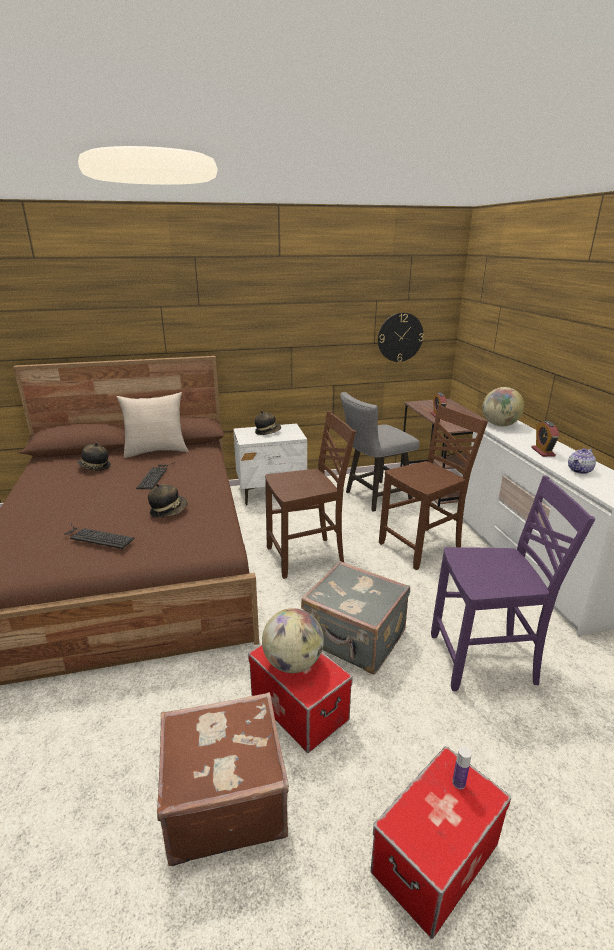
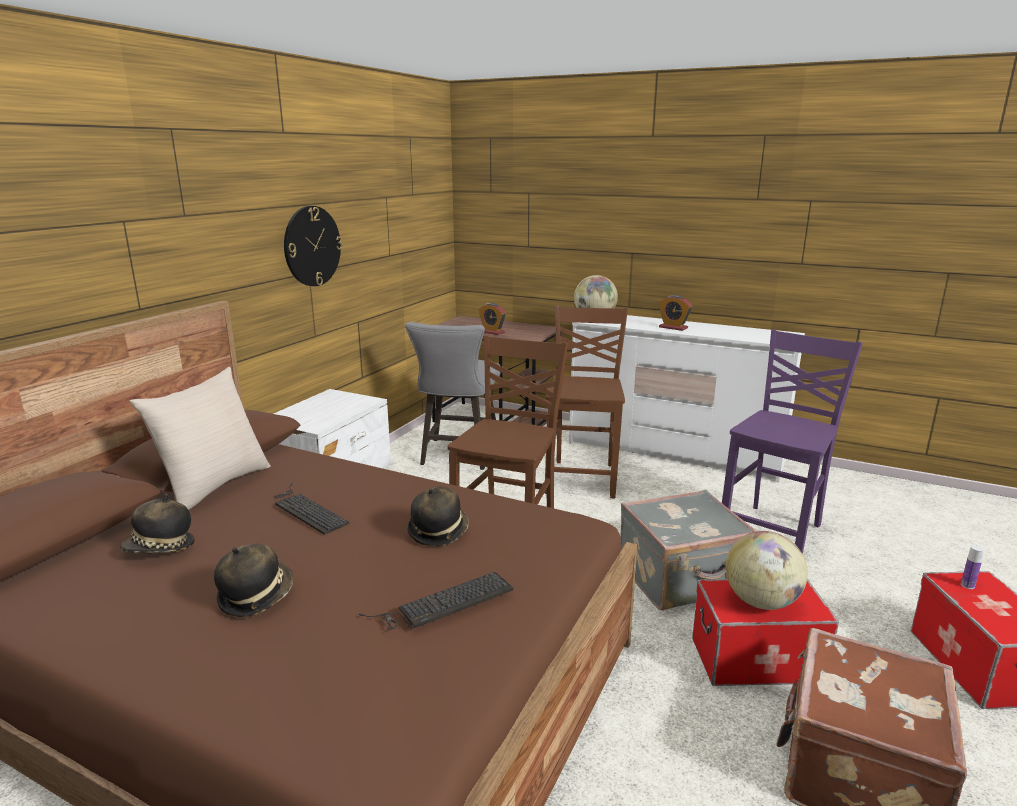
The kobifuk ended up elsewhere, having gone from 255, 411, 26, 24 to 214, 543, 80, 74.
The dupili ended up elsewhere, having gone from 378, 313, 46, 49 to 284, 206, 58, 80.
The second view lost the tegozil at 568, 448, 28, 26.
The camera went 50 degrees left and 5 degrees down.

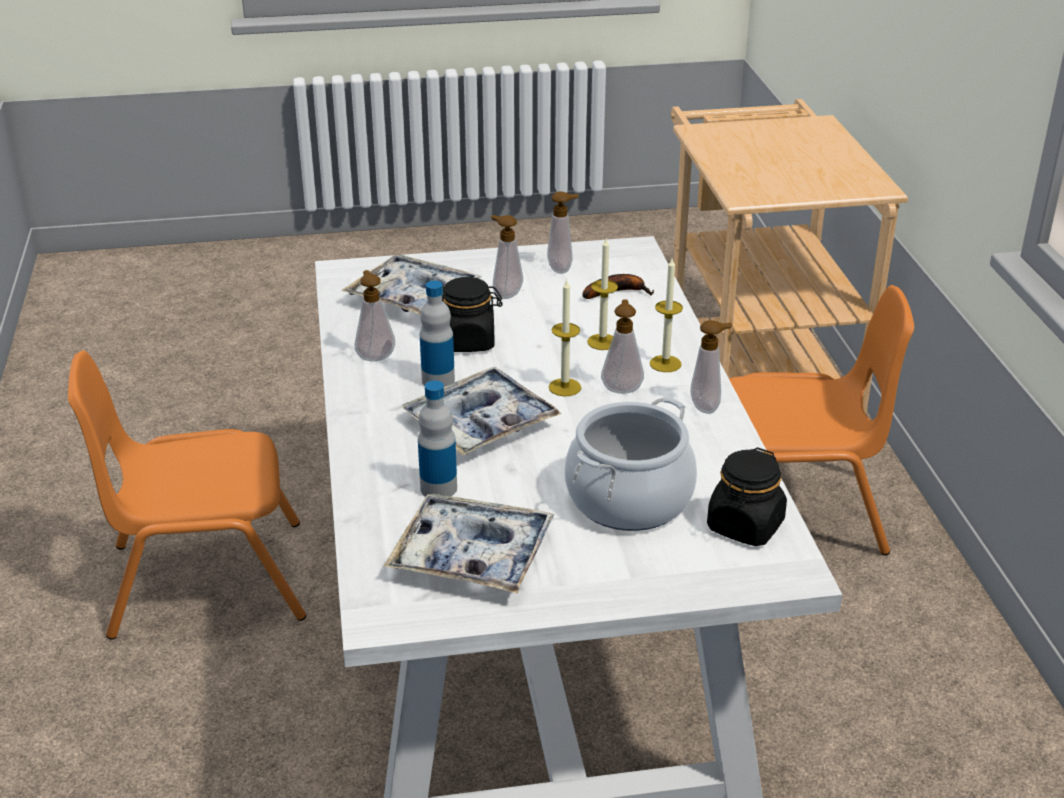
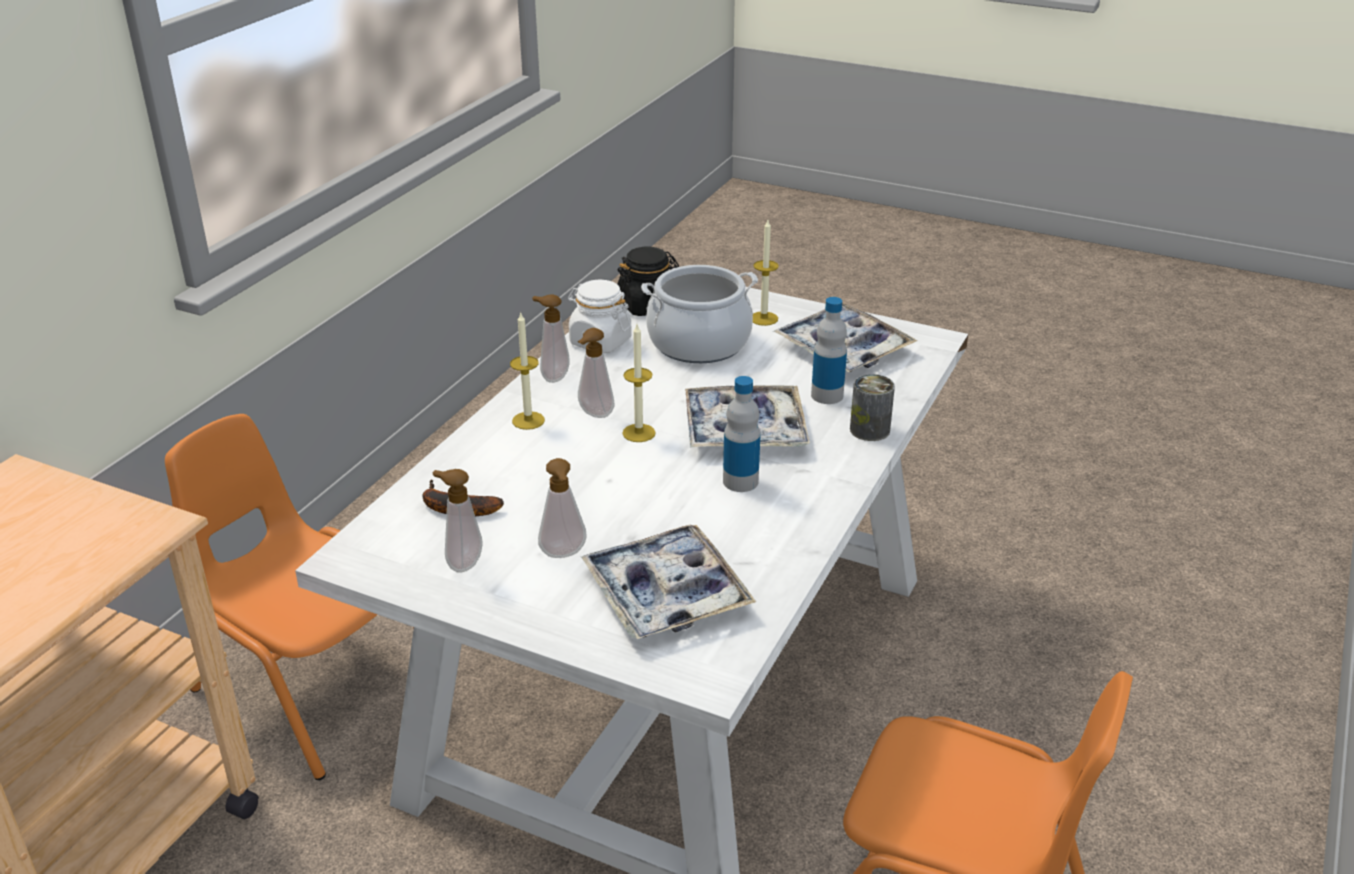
The second view lost the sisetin at 355, 270, 40, 91.
The second view lost the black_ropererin at 442, 277, 61, 75.
The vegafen ended up elsewhere, having gone from 587, 238, 31, 112 to 753, 220, 26, 106.
The second view gained the white_ropererin at 568, 280, 63, 73.
The second view gained the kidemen at 850, 374, 45, 67.
The camera went 145 degrees left and 0 degrees up.

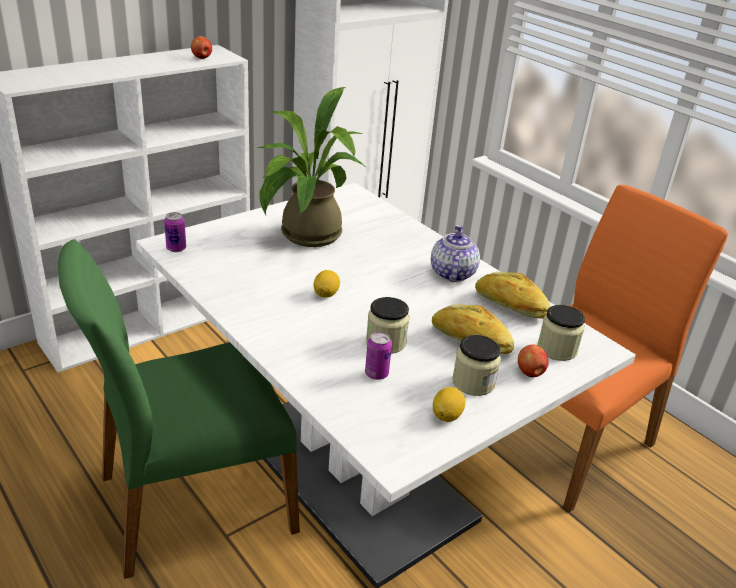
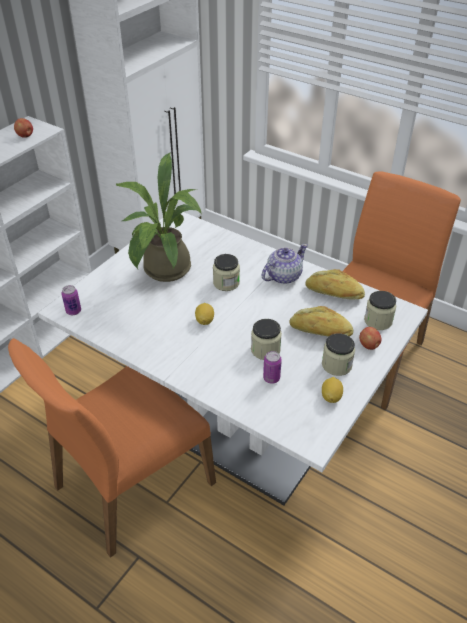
What was the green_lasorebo at 58, 239, 242, 340 turned into the orange_lasorebo at 8, 338, 208, 220.
The tegozil at 431, 225, 49, 57 ended up facing another way, 60 degrees clockwise from before.
The second view gained the ropererin at 213, 254, 27, 37.
The camera went 15 degrees left and 10 degrees up.

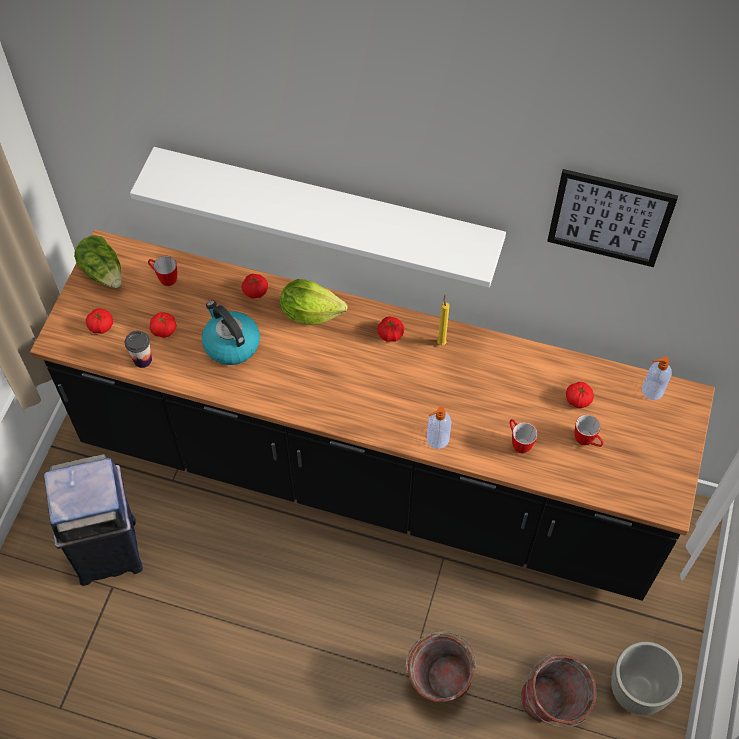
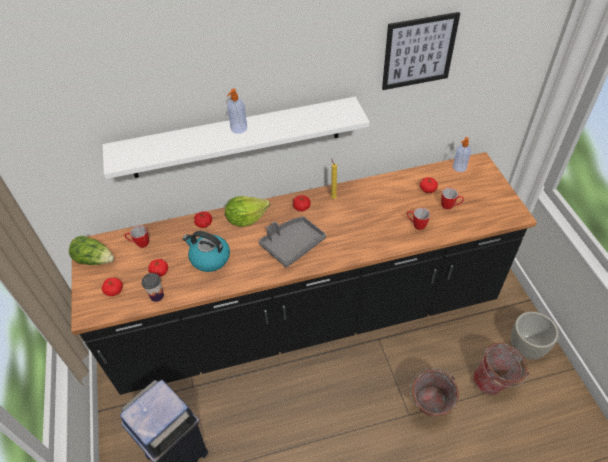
The sisetin ended up elsewhere, having gone from 427, 406, 24, 43 to 227, 88, 20, 46.
The second view gained the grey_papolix at 259, 217, 67, 51.
The camera went 30 degrees left and 10 degrees down.

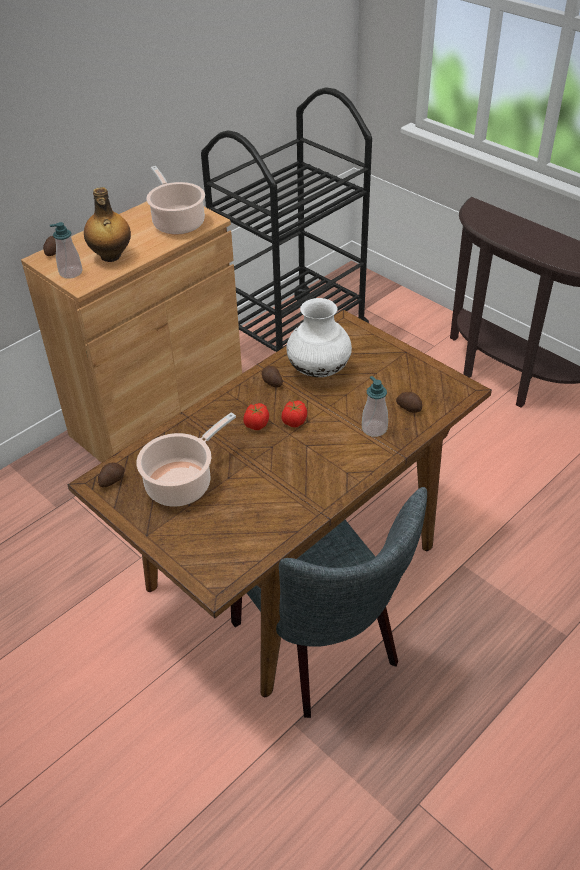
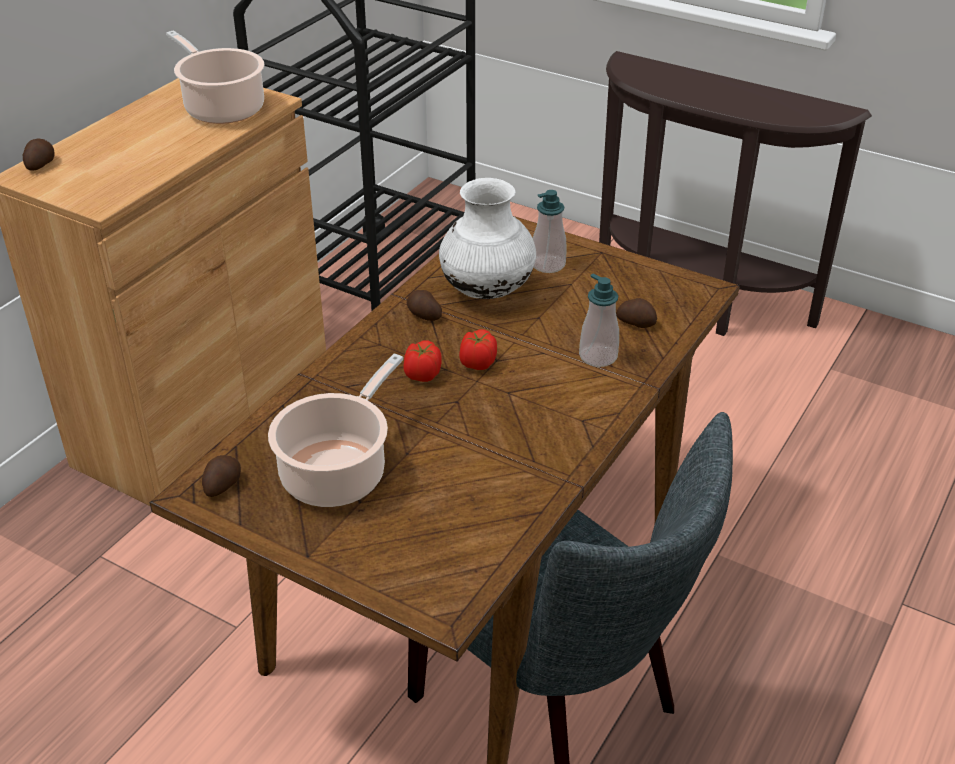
The sisetin ended up elsewhere, having gone from 50, 222, 32, 57 to 533, 190, 34, 83.
The second view lost the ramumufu at 84, 187, 47, 75.
The camera went 15 degrees left and 5 degrees down.

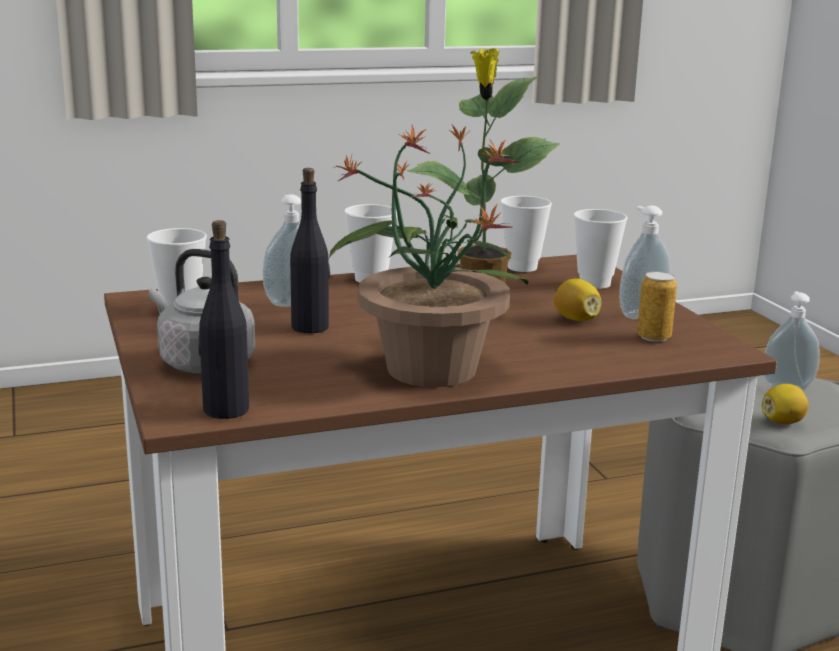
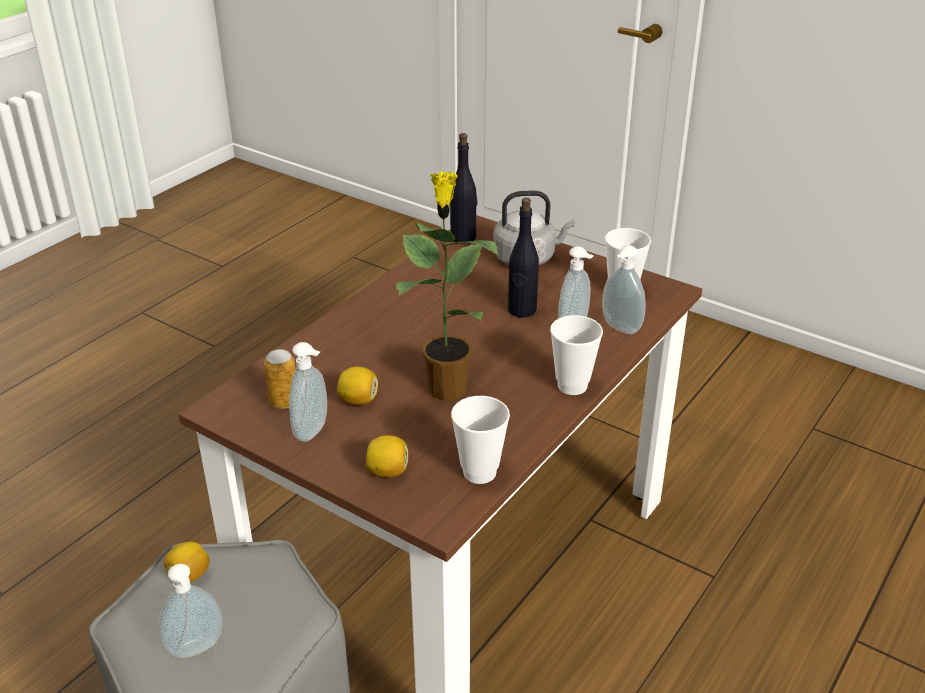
The second view lost the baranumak at 329, 125, 200, 262.
Where the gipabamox stood at 574, 209, 53, 80, the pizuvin came to stand at 366, 435, 42, 42.
The second view gained the sisetin at 602, 245, 44, 89.
The camera went 145 degrees right and 15 degrees up.

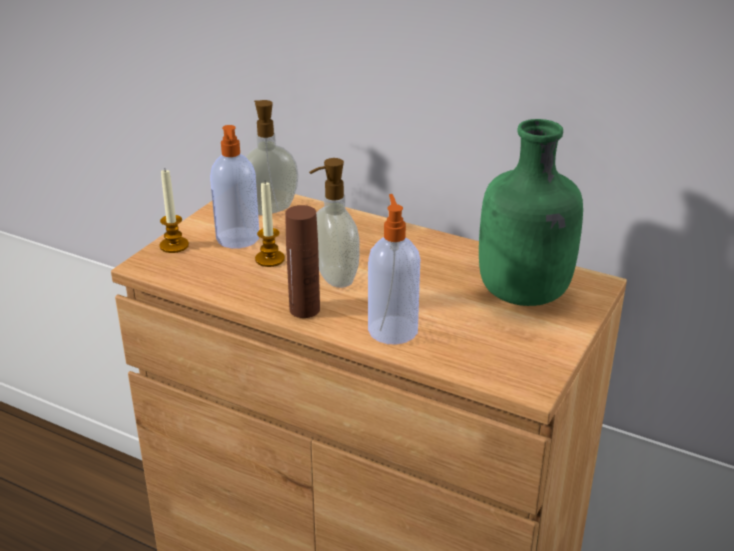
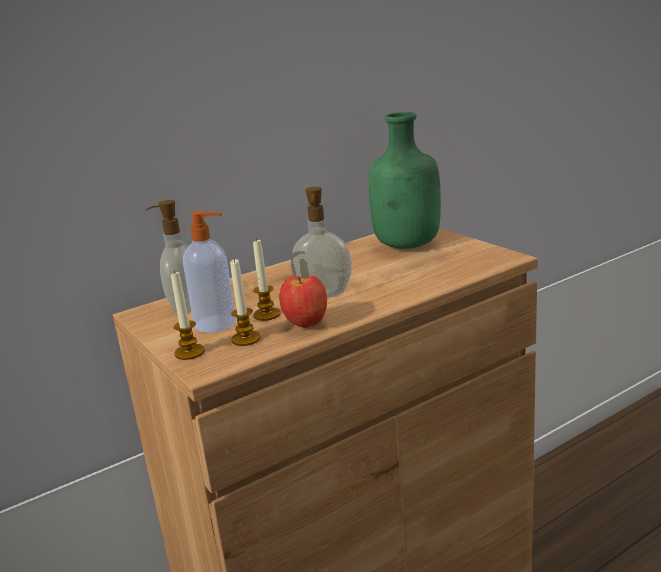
The second view lost the brown_ramumufu at 285, 205, 35, 113.
The second view lost the sisetin at 368, 194, 52, 151.
The second view gained the vegafen at 230, 259, 31, 87.
The second view gained the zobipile at 279, 276, 48, 52.
The camera went 60 degrees left and 10 degrees down.

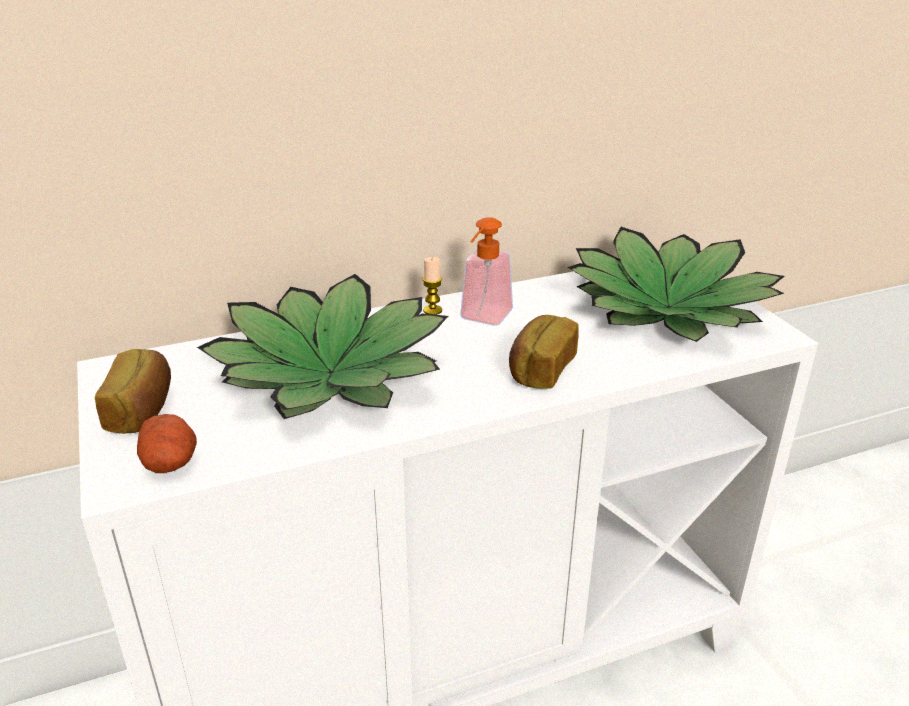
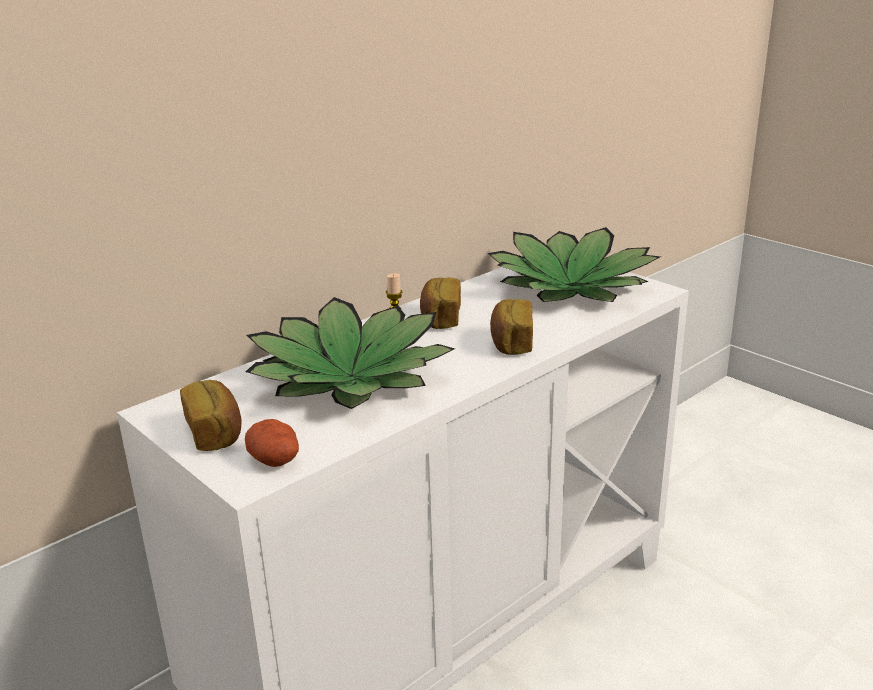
Where the sisetin stood at 460, 217, 53, 109, the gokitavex came to stand at 420, 277, 41, 52.
The camera went 20 degrees left and 5 degrees down.

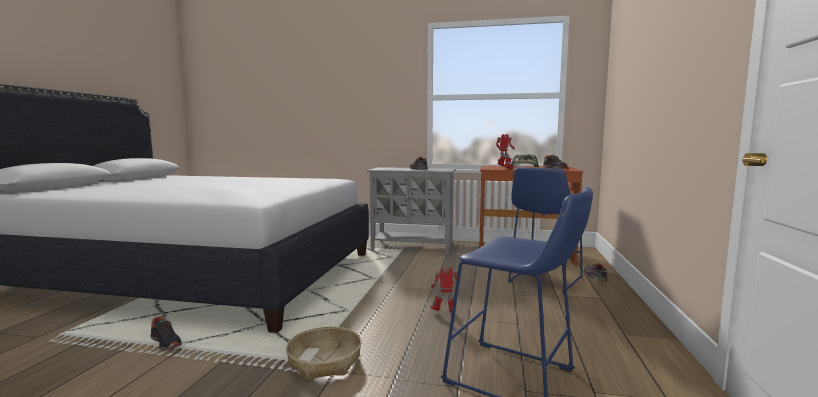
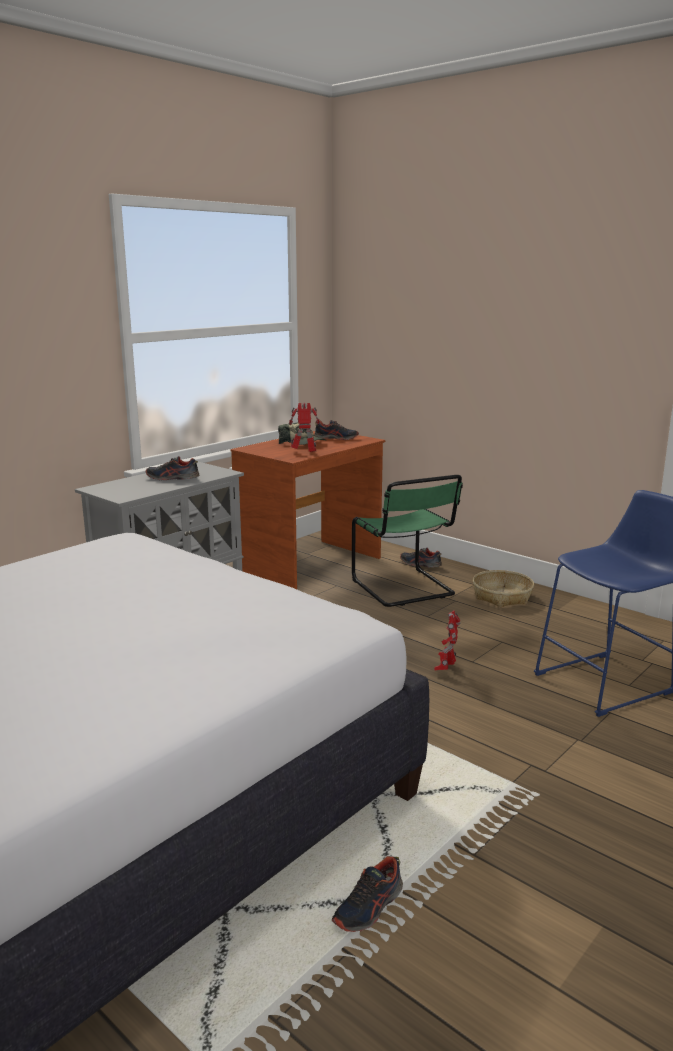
The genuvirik at 150, 317, 32, 34 ended up facing another way, 150 degrees clockwise from before.
The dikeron ended up elsewhere, having gone from 286, 327, 75, 53 to 473, 570, 61, 37.
Where the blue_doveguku stood at 508, 167, 75, 127, the green_lasorebo came to stand at 352, 475, 111, 132.
The camera went 60 degrees left and 10 degrees up.

